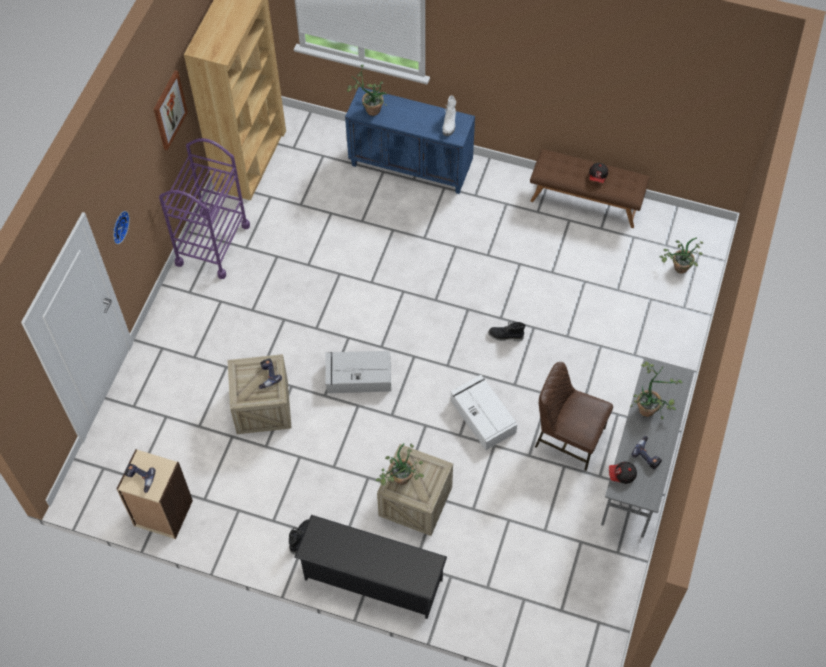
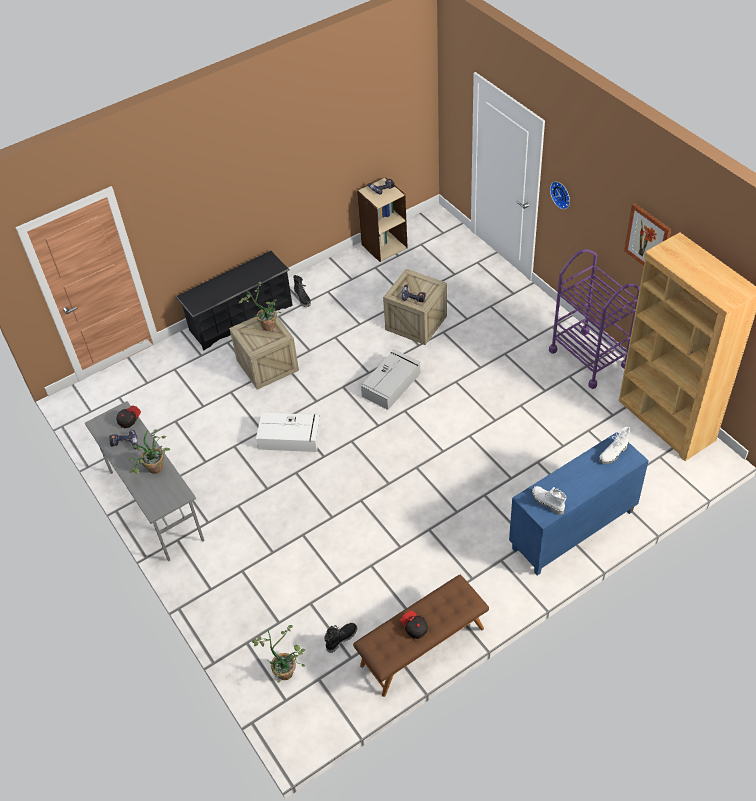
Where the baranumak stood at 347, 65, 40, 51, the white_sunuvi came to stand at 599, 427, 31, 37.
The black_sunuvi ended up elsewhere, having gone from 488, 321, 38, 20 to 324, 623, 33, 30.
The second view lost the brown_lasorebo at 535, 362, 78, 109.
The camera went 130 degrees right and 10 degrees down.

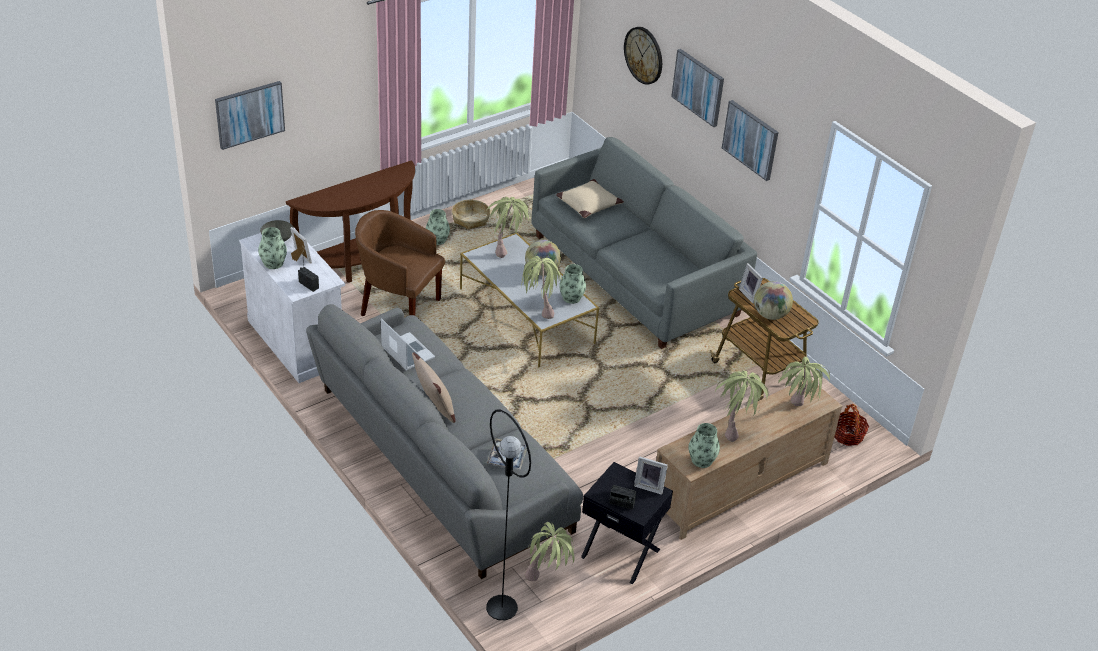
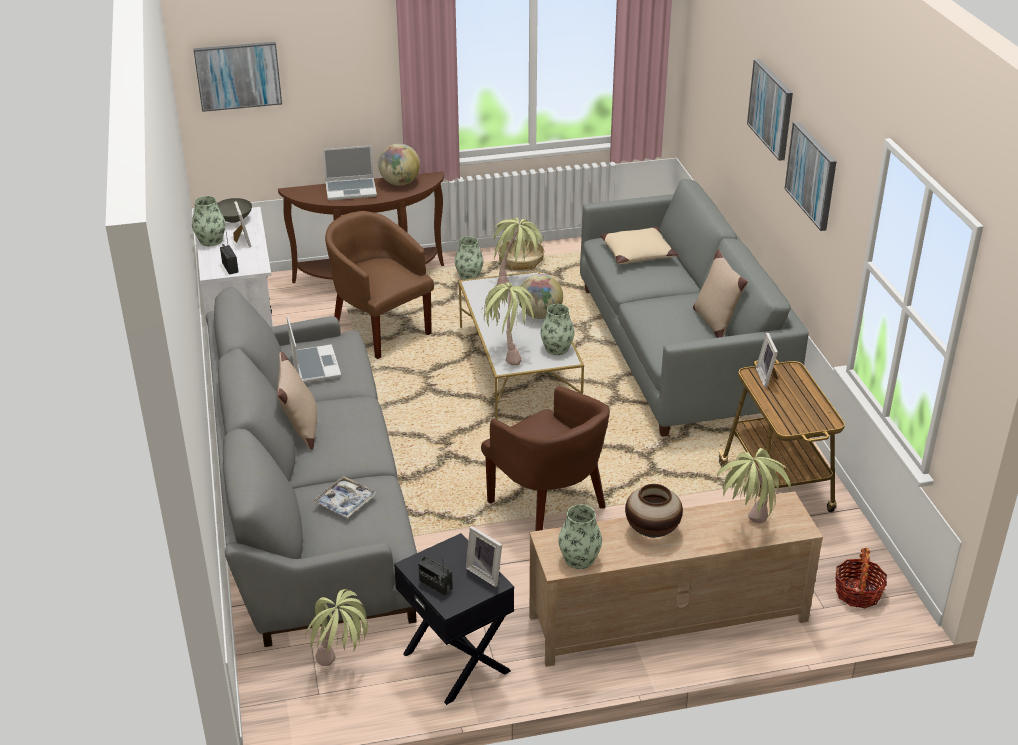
The second view lost the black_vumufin at 486, 409, 45, 211.
The second view lost the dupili at 624, 27, 38, 58.
Where the baranumak stood at 715, 371, 54, 71, the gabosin came to stand at 625, 484, 58, 54.
The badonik ended up elsewhere, having gone from 754, 281, 39, 39 to 378, 144, 42, 42.
The second view gained the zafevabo at 323, 145, 54, 55.
The second view gained the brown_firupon at 481, 386, 129, 145.
The second view gained the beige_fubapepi at 693, 249, 55, 89.
The camera went 25 degrees right and 5 degrees down.

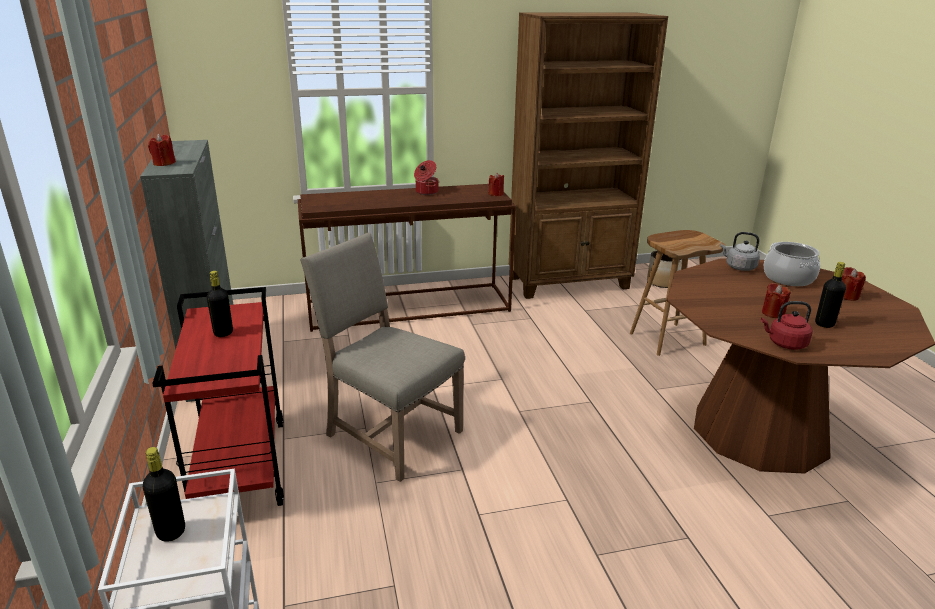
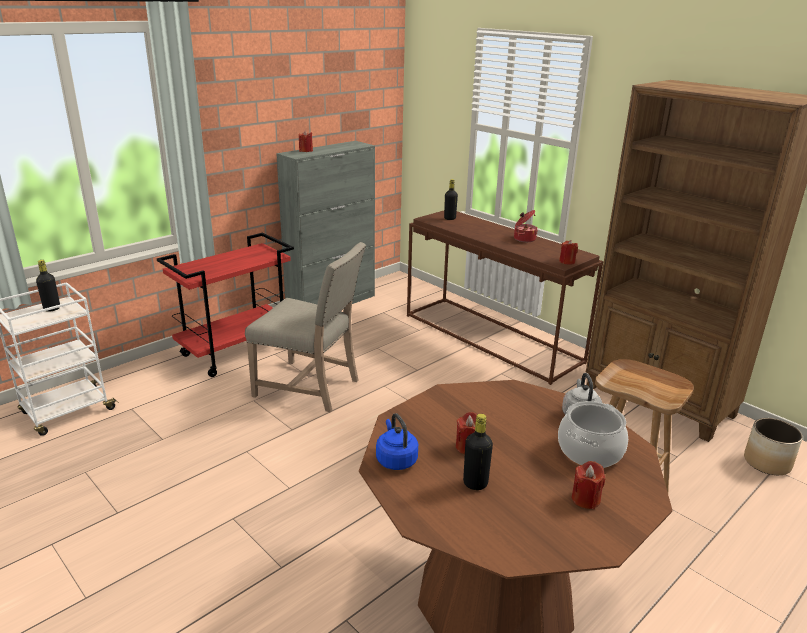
The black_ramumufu ended up elsewhere, having gone from 207, 271, 26, 66 to 444, 179, 14, 41.
The beige_lasorebo at 300, 233, 165, 249 ended up facing another way, 105 degrees clockwise from before.
What was the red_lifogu at 761, 301, 52, 49 turned into the blue_lifogu at 376, 413, 42, 57.
The camera went 60 degrees right and 0 degrees up.

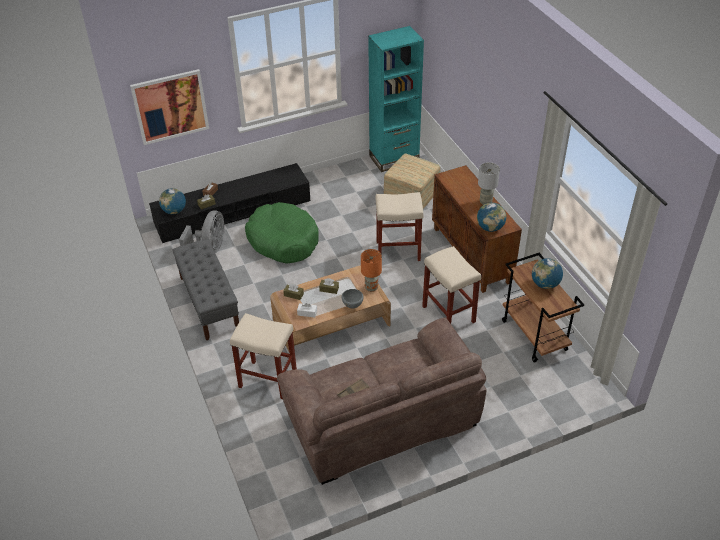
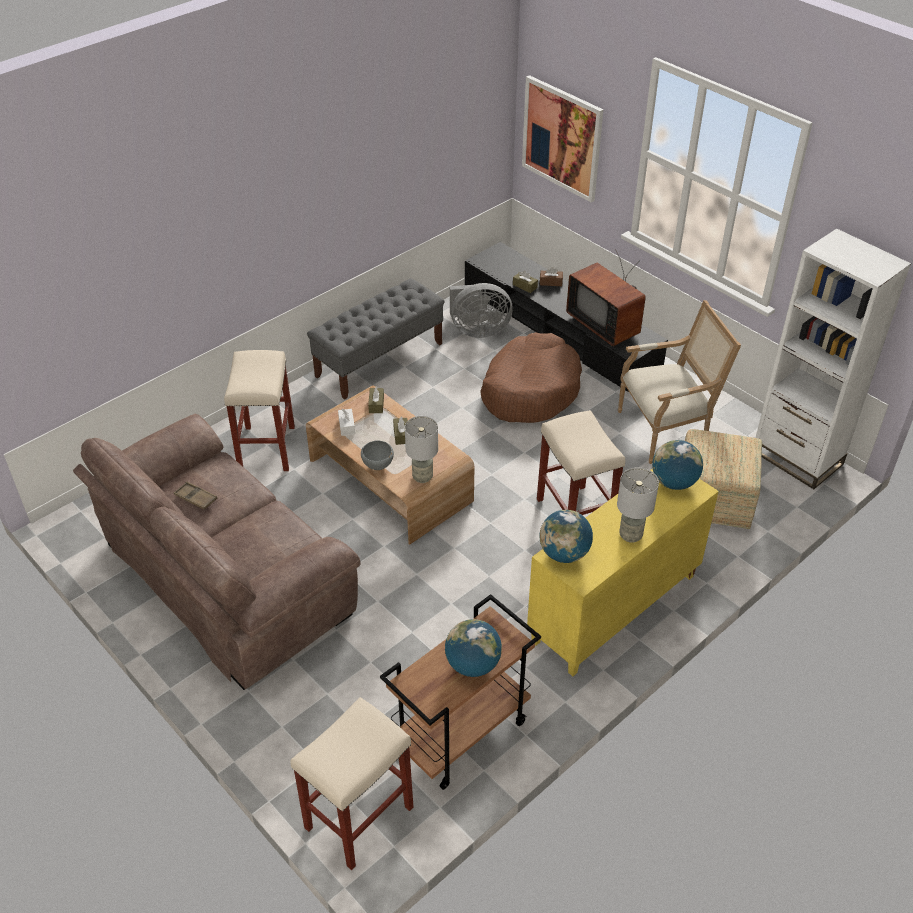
The badonik ended up elsewhere, having gone from 159, 188, 27, 26 to 652, 440, 51, 50.
What was the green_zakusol at 245, 202, 74, 62 turned into the brown_zakusol at 480, 332, 102, 91.
What was the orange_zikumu at 361, 249, 21, 43 turned into the grey_zikumu at 405, 416, 33, 67.
What was the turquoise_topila at 368, 26, 56, 146 turned into the white_topila at 756, 229, 155, 260.
The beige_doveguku ended up elsewhere, having gone from 422, 246, 59, 78 to 290, 697, 124, 173.
What was the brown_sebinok at 432, 165, 90, 128 turned into the yellow_sebinok at 527, 468, 192, 208.
The second view gained the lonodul at 566, 249, 80, 97.
The second view gained the firupon at 618, 300, 123, 164.
The camera went 70 degrees right and 0 degrees up.

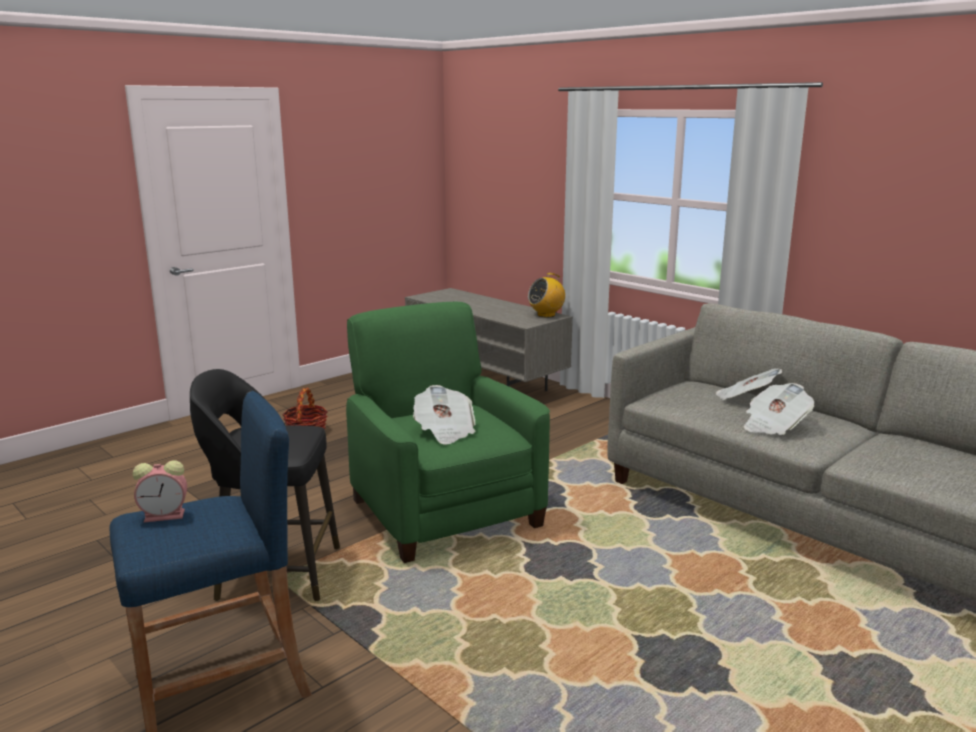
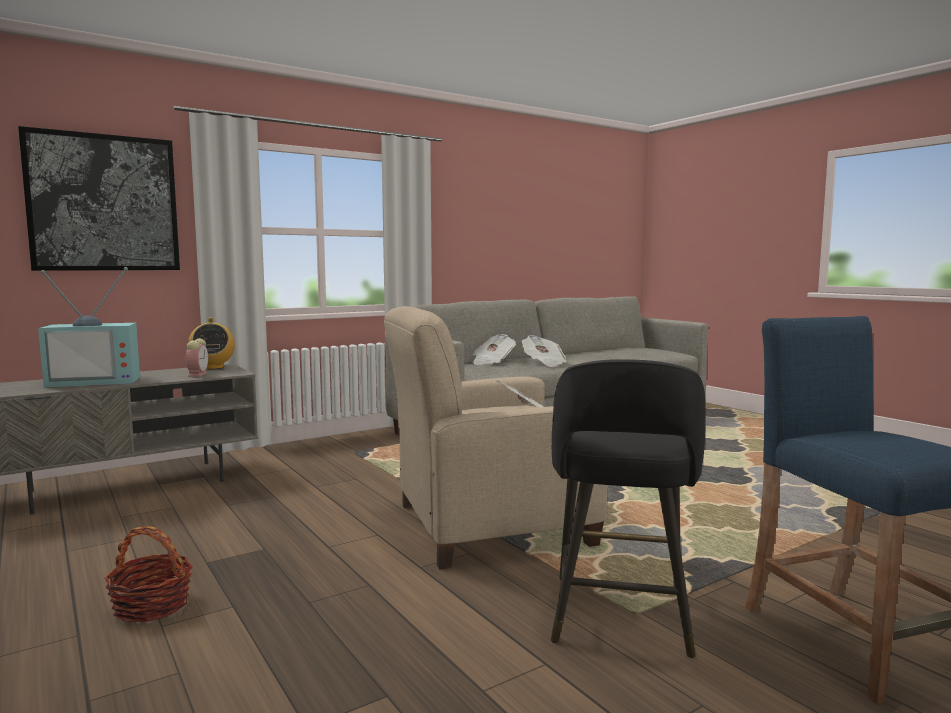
The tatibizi ended up elsewhere, having gone from 133, 460, 54, 62 to 186, 338, 22, 39.
What was the green_firupon at 346, 302, 204, 261 turned into the beige_firupon at 384, 306, 224, 263.
The second view gained the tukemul at 18, 126, 162, 145.
The second view gained the lonodul at 38, 267, 102, 121.
The camera went 80 degrees left and 10 degrees down.

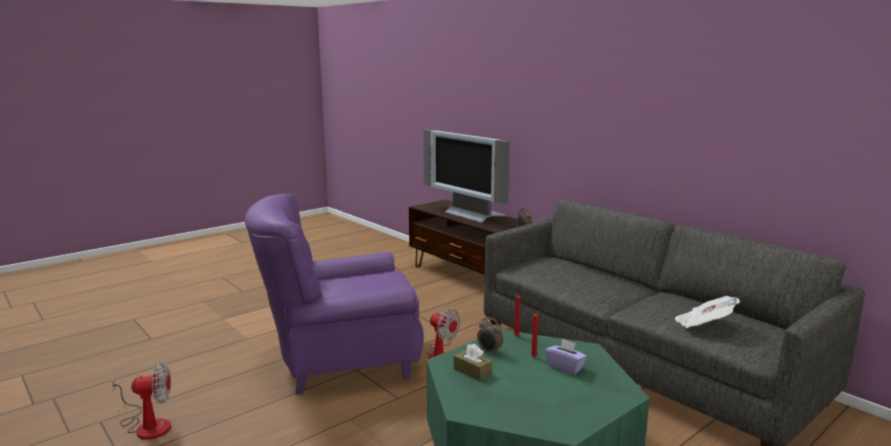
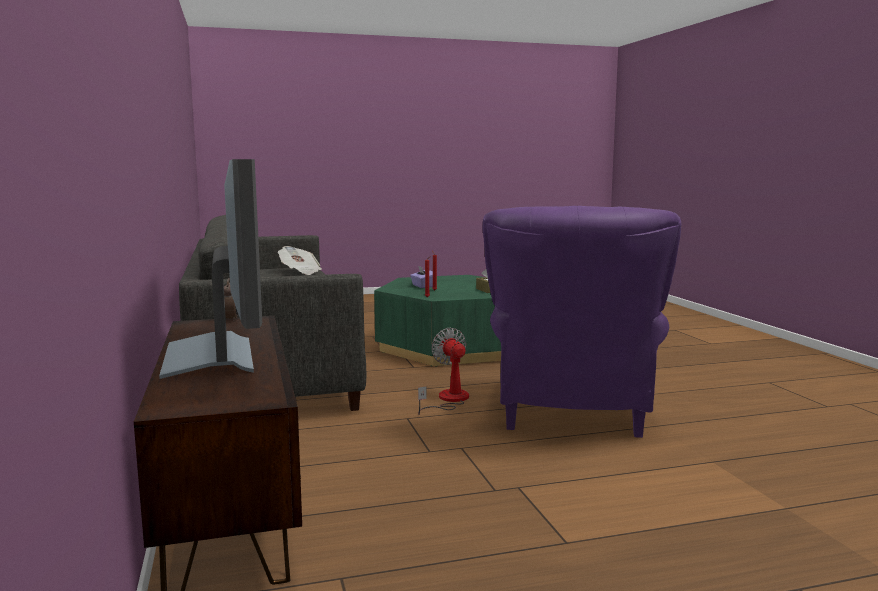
The second view lost the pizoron at 112, 363, 59, 77.
The purple_firupon at 245, 194, 179, 201 ended up facing another way, 90 degrees clockwise from before.
The second view lost the tatibizi at 477, 317, 26, 38.
The camera went 155 degrees left and 5 degrees down.

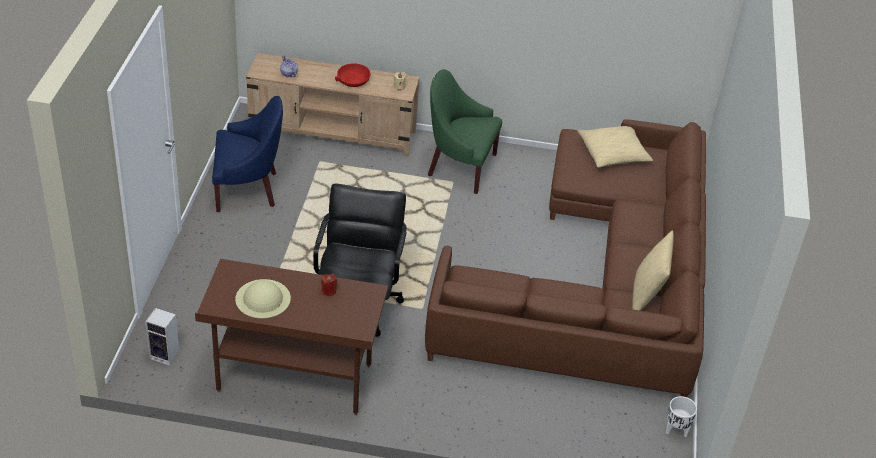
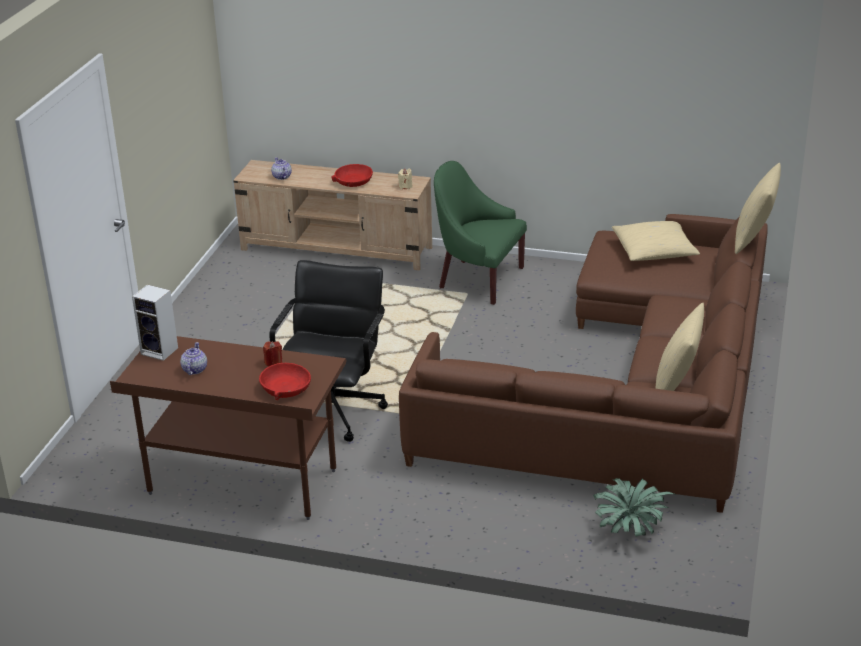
The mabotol ended up elsewhere, having gone from 145, 308, 35, 58 to 132, 285, 46, 76.
The second view lost the blue_firupon at 212, 96, 71, 116.
Where the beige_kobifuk stood at 235, 279, 56, 40, the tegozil came to stand at 180, 342, 27, 33.
The second view lost the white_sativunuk at 666, 396, 31, 41.
The second view gained the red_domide at 259, 363, 52, 37.
The second view gained the baranumak at 593, 478, 83, 58.
The second view gained the beige_fubapepi at 735, 163, 46, 91.
The camera went 10 degrees right and 10 degrees down.

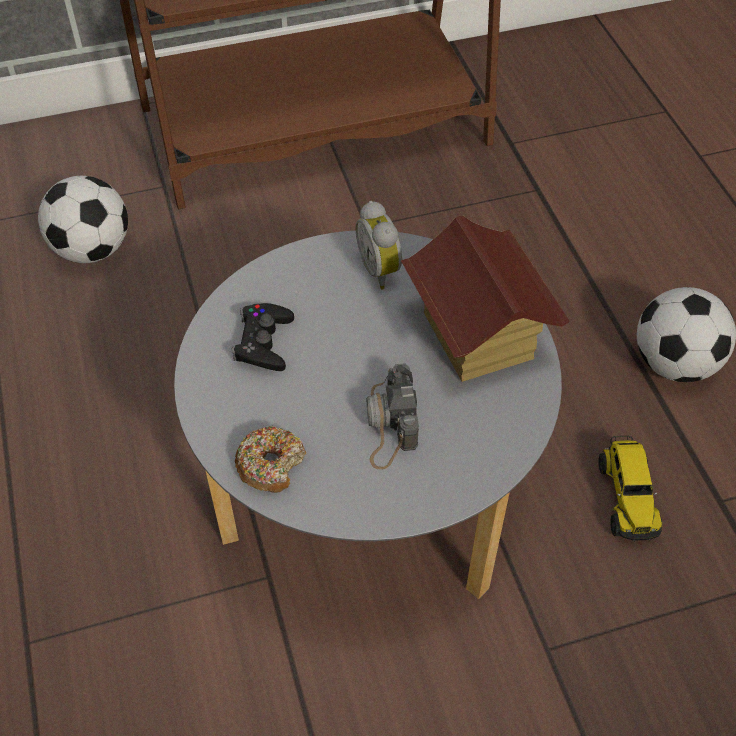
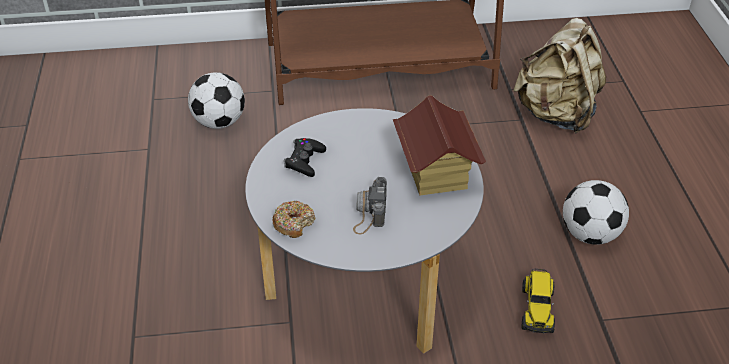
The second view lost the tatibizi at 356, 201, 46, 89.
The second view gained the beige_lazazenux at 513, 18, 93, 116.
The camera went 10 degrees right and 10 degrees down.

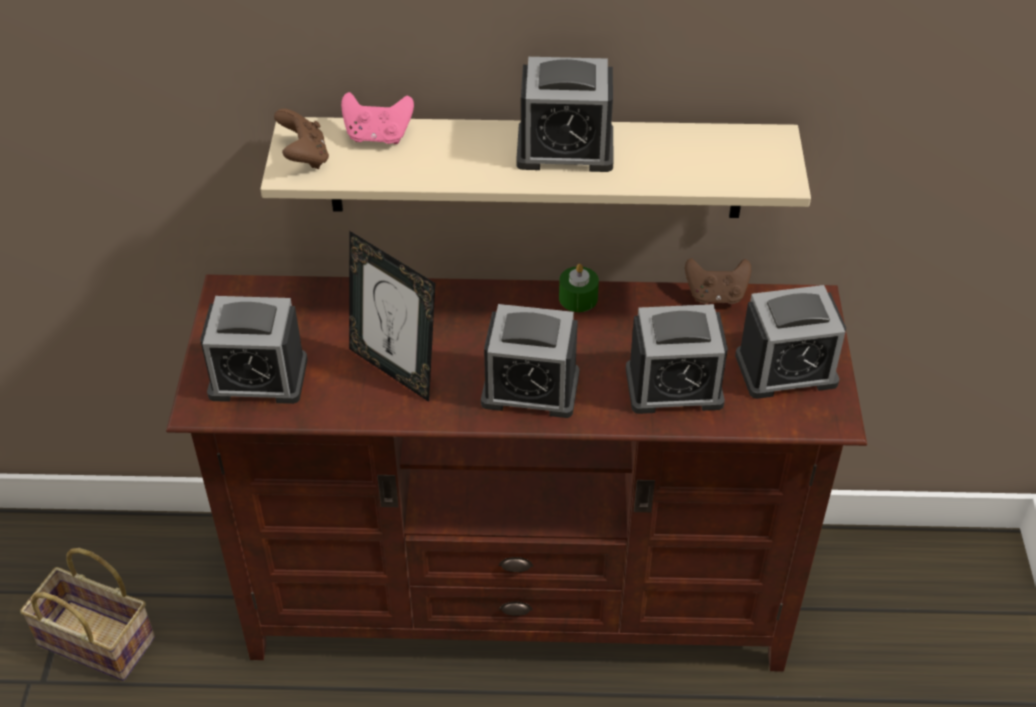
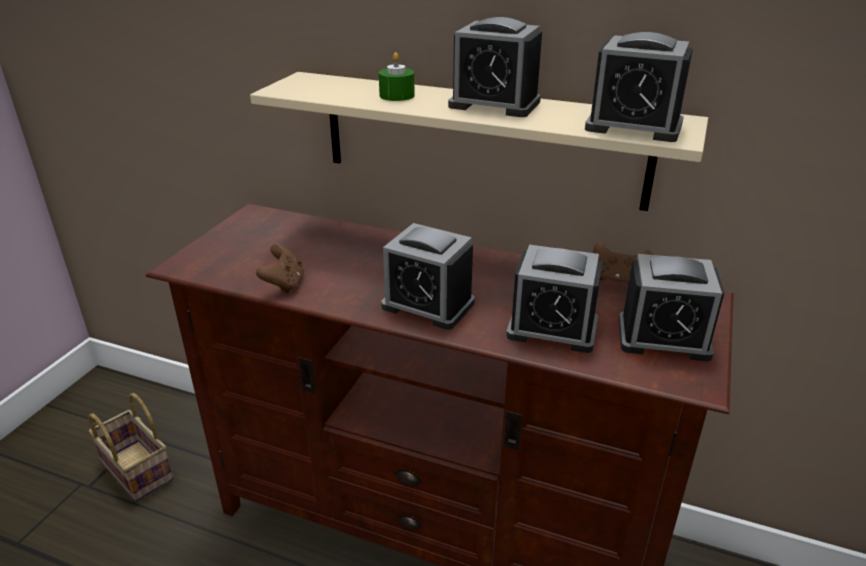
The tatibizi ended up elsewhere, having gone from 200, 296, 108, 108 to 585, 32, 108, 110.
The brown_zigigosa ended up elsewhere, having gone from 274, 109, 55, 60 to 256, 244, 48, 49.
The second view lost the pink_zigigosa at 341, 92, 73, 52.
The second view lost the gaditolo at 349, 231, 86, 171.
The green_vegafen ended up elsewhere, having gone from 559, 264, 40, 48 to 379, 52, 36, 49.
The camera went 20 degrees right and 15 degrees down.

